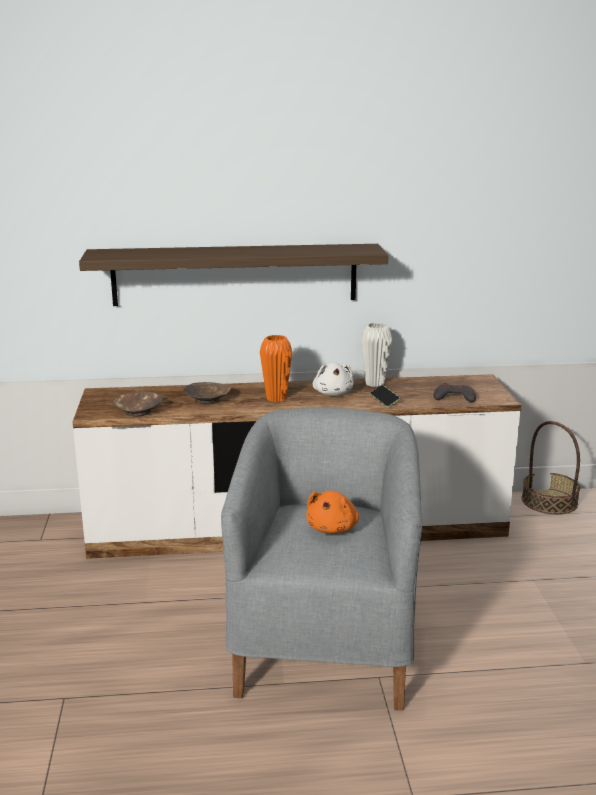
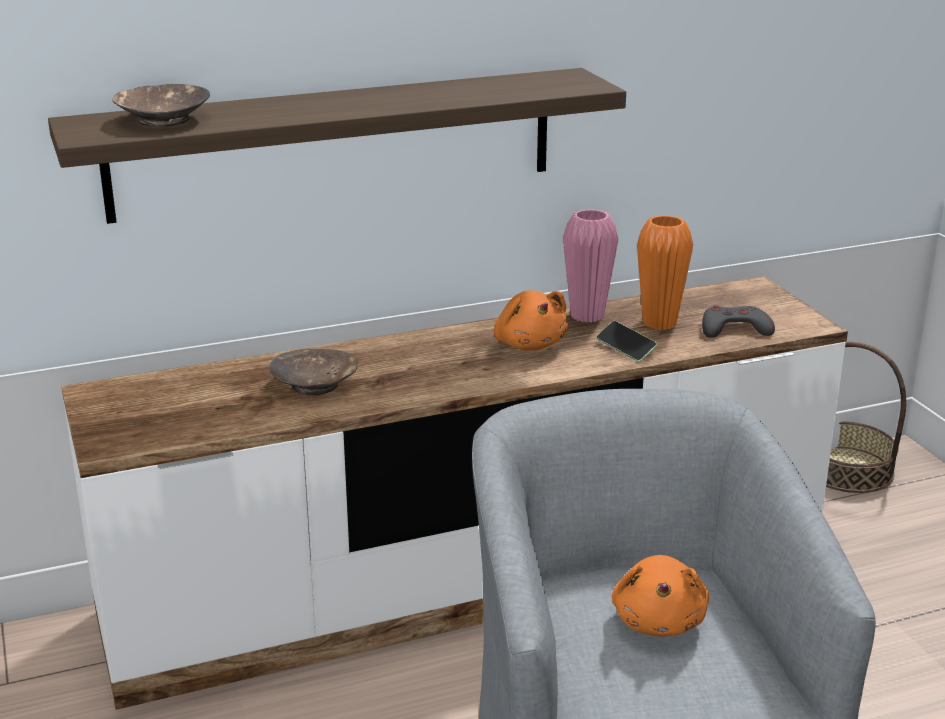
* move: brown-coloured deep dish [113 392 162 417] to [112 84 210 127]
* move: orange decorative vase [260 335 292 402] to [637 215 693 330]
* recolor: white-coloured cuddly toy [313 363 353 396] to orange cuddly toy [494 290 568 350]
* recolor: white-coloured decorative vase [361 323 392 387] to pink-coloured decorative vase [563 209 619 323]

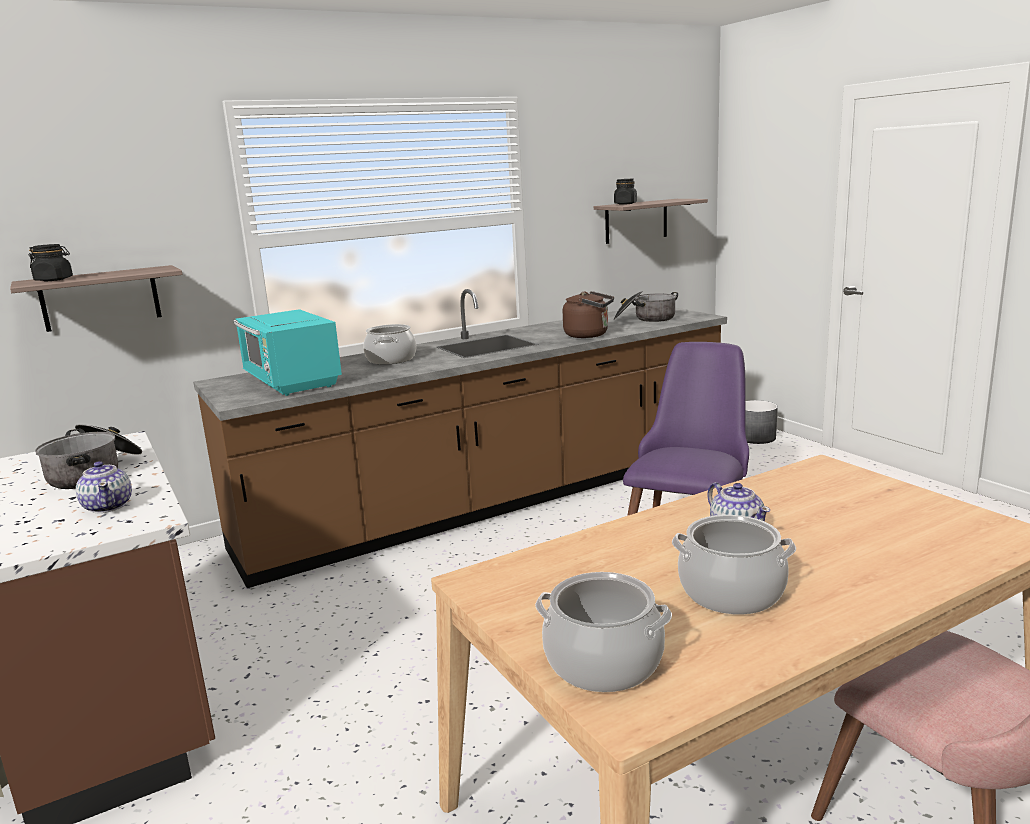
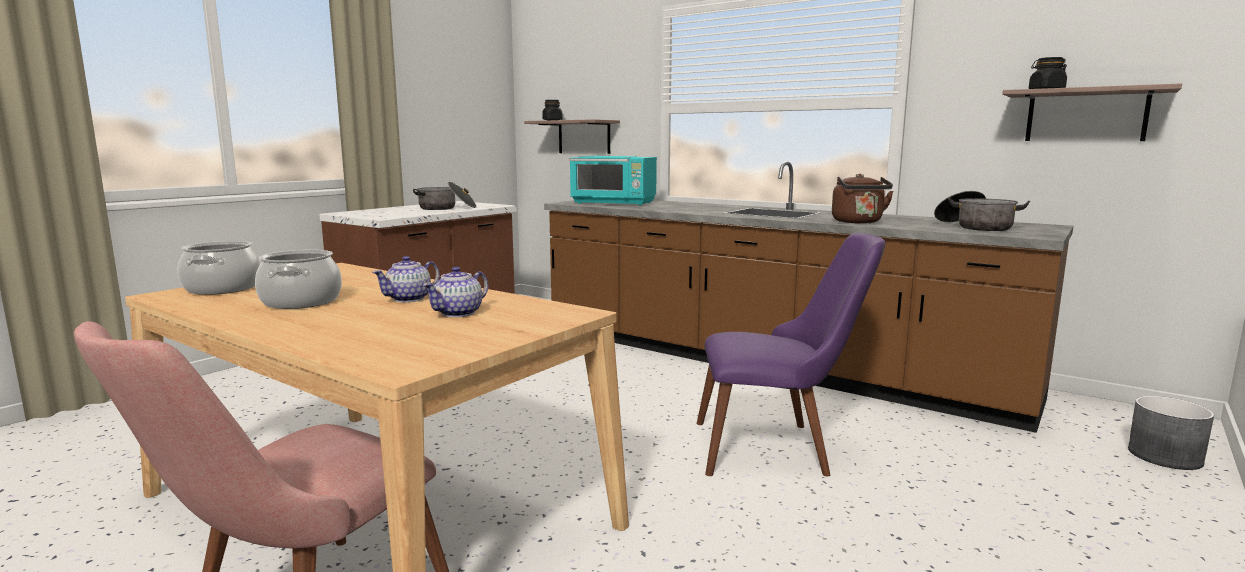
* move: teapot [76 461 132 513] to [423 267 488 317]
* rotate: turquoise kitchen microwave [233 309 342 396] = [569 156 657 206] 105 degrees counterclockwise
* delete: cooking pot [364 324 416 365]

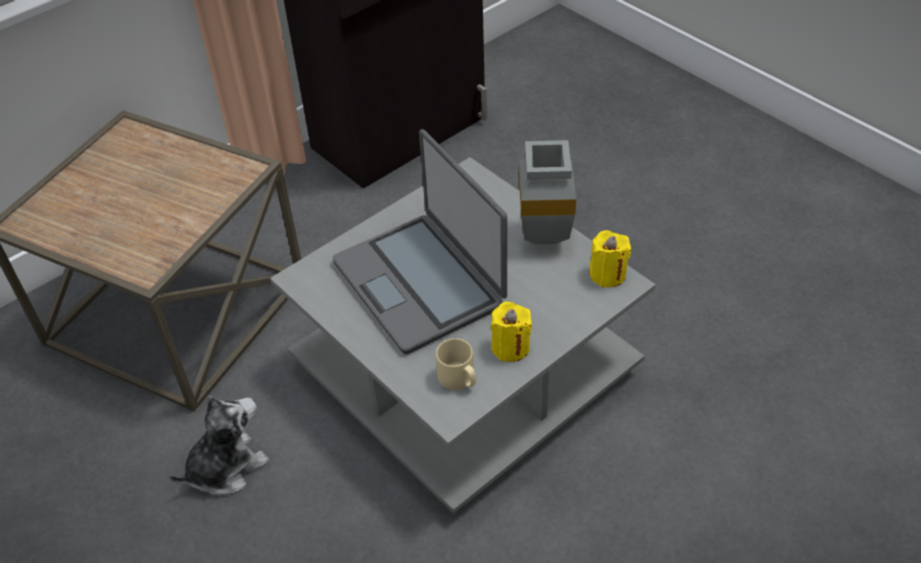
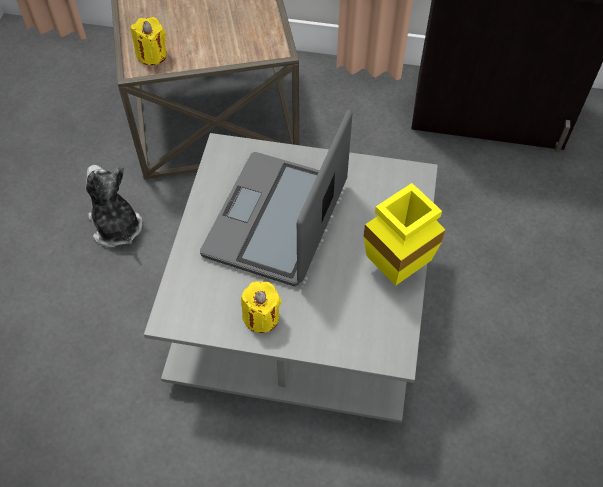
* rotate: cuddly toy [169 395 269 496] = [85 165 143 247] 135 degrees counterclockwise
* delete: beige-coloured coffee mug [436 338 476 390]
* recolor: greyish decorative vase [519 140 576 244] to yellowish decorative vase [364 183 445 286]
* move: yellowish candle [590 230 631 287] to [131 17 167 65]

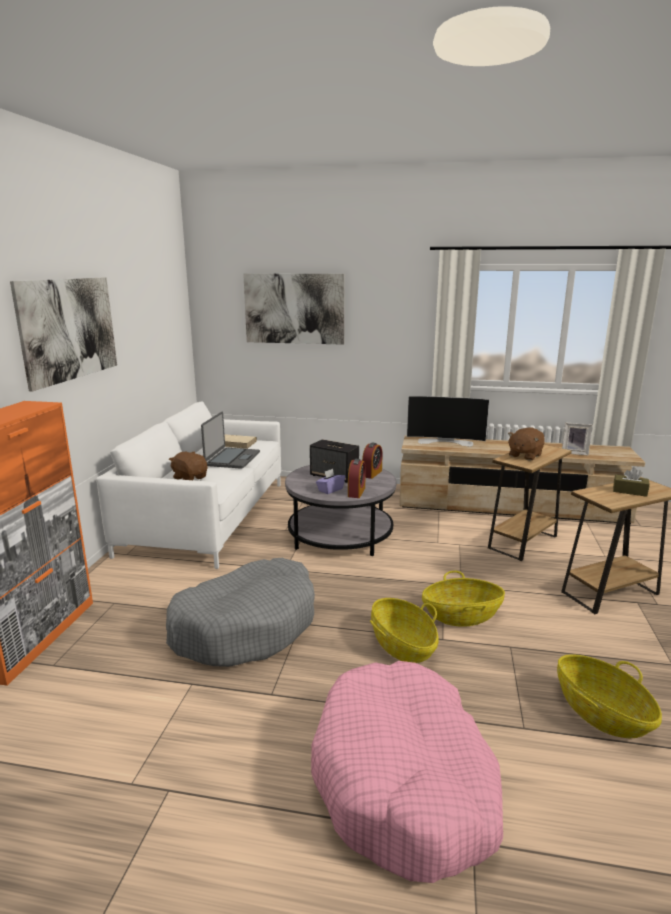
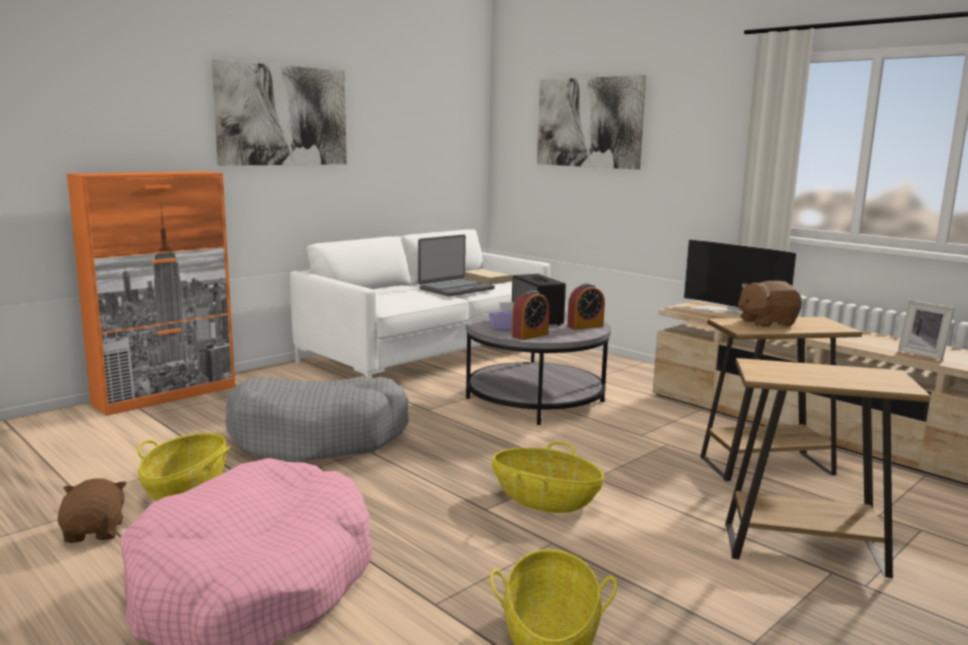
* move: brown-coloured cuddly toy [169 451 207 480] to [57 478 127 543]
* move: household basket [370 598 439 663] to [137 433 230 501]
* delete: brown-coloured tissue holder [613 467 650 497]

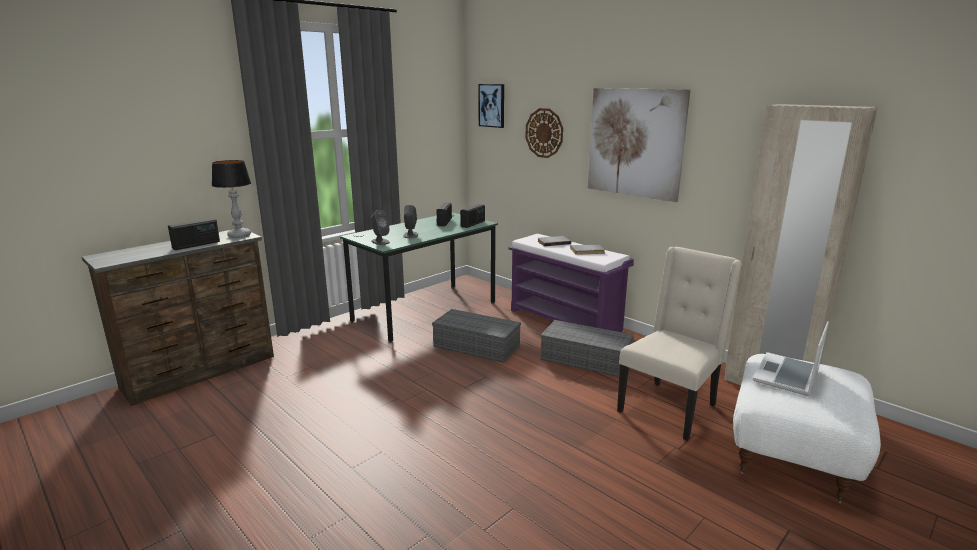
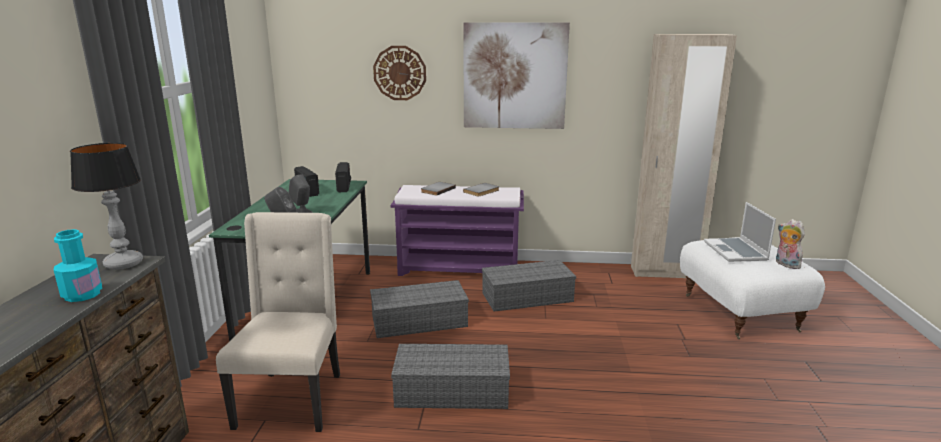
* replace: radio [168 218 220 250] to turquoise bottle [54 229 102 302]
* delete: picture [478 84 504 128]
* move: beige-coloured upright chair [617 247 742 441] to [216 212 340 432]
* insert: greyish storage box [391 344 510 409]
* insert: cuddly toy [776 219 805 269]

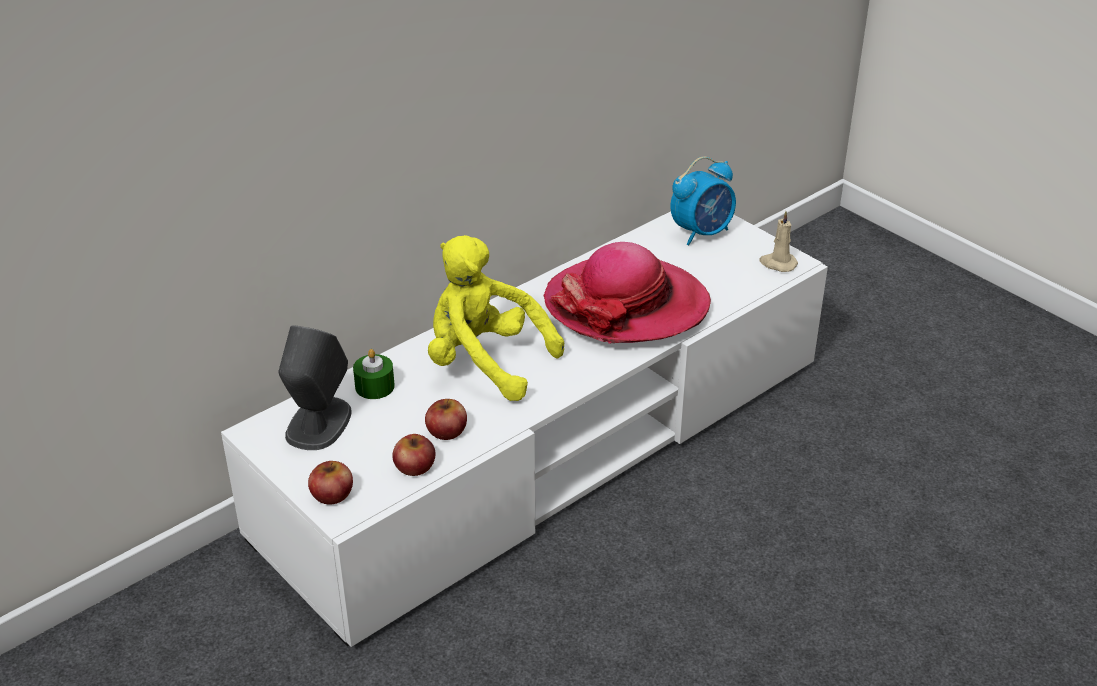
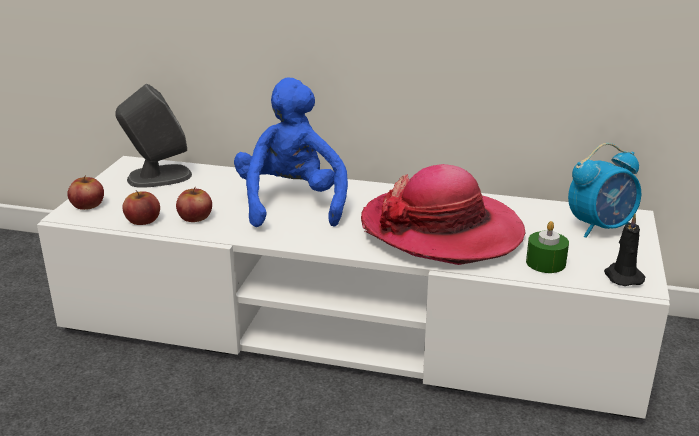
* move: greenish candle [353 349 395 399] to [526 221 569 273]
* recolor: yellowish cuddly toy [428 235 564 401] to bluish cuddly toy [234 78 348 227]
* rotate: alarm clock [671 157 736 246] = [568 143 641 238] 45 degrees counterclockwise
* recolor: beige-coloured candle [760 211 798 272] to black-coloured candle [604 214 646 286]

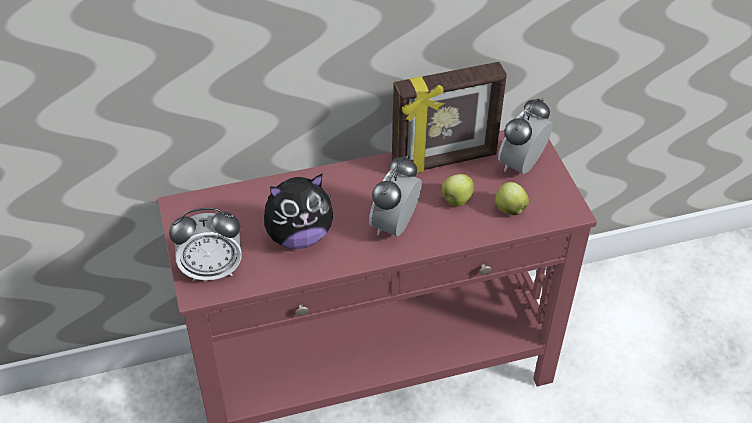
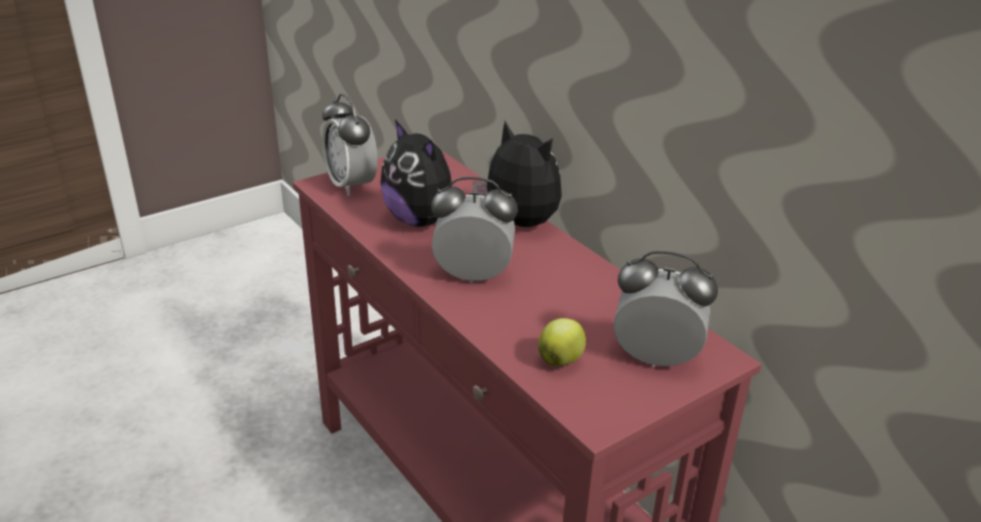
* delete: standing frame [392 62 507 173]
* delete: whole apple [442 174 475 206]
* insert: cuddly toy [473 121 562 227]

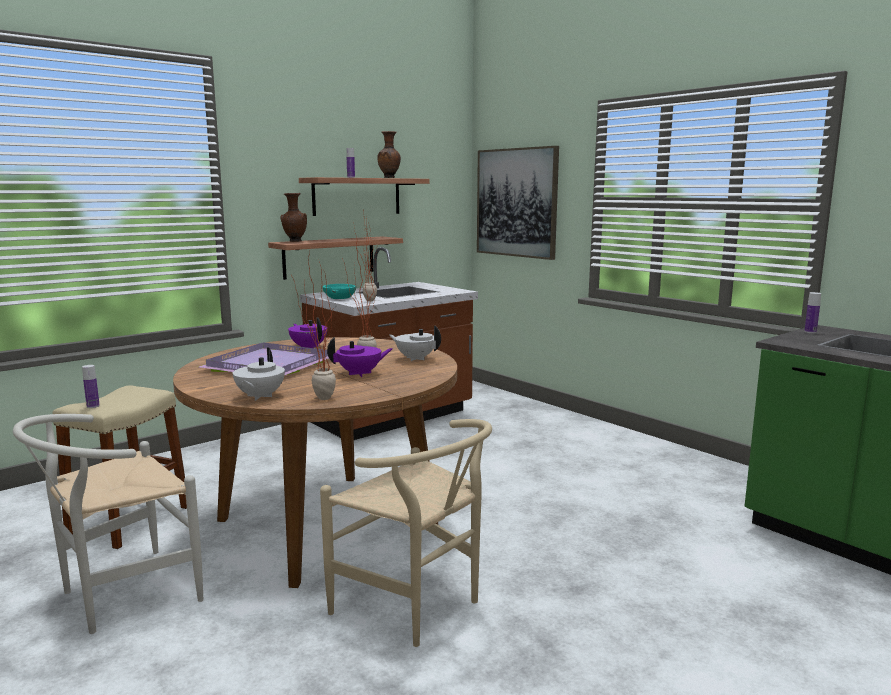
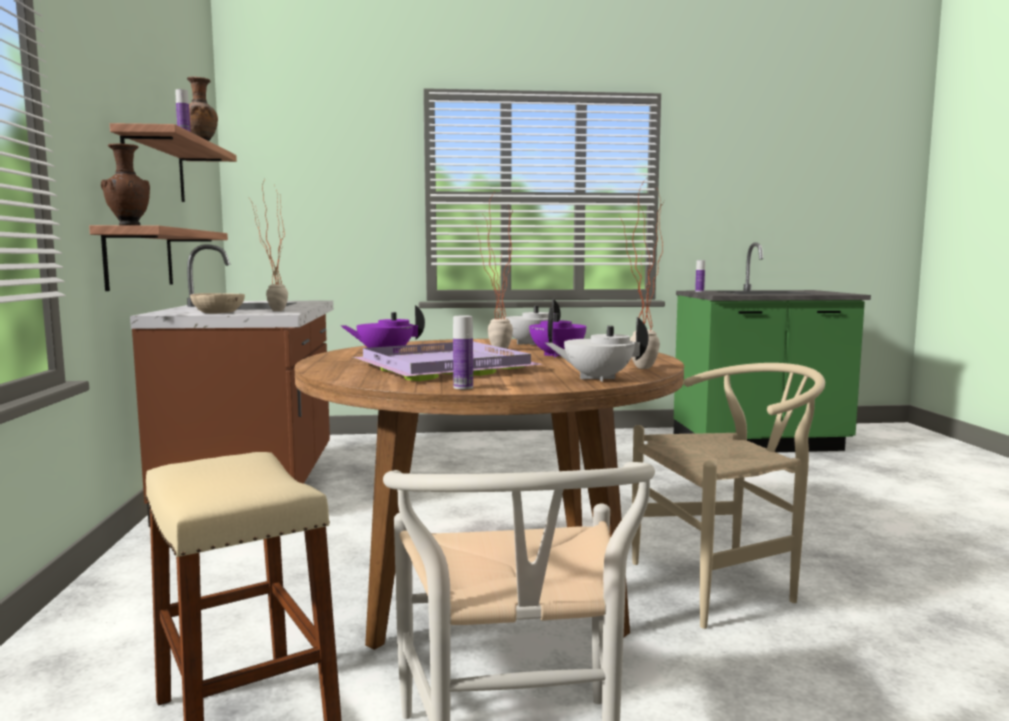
* move: bottle [82 365 100 408] to [453 316 473 389]
* rotate: white-coloured teapot [233 347 285 401] = [545 317 649 382] 135 degrees clockwise
* recolor: turquoise deep dish [323 284 356 299] to beige-coloured deep dish [190 293 245 313]
* delete: picture [477 146 559 260]

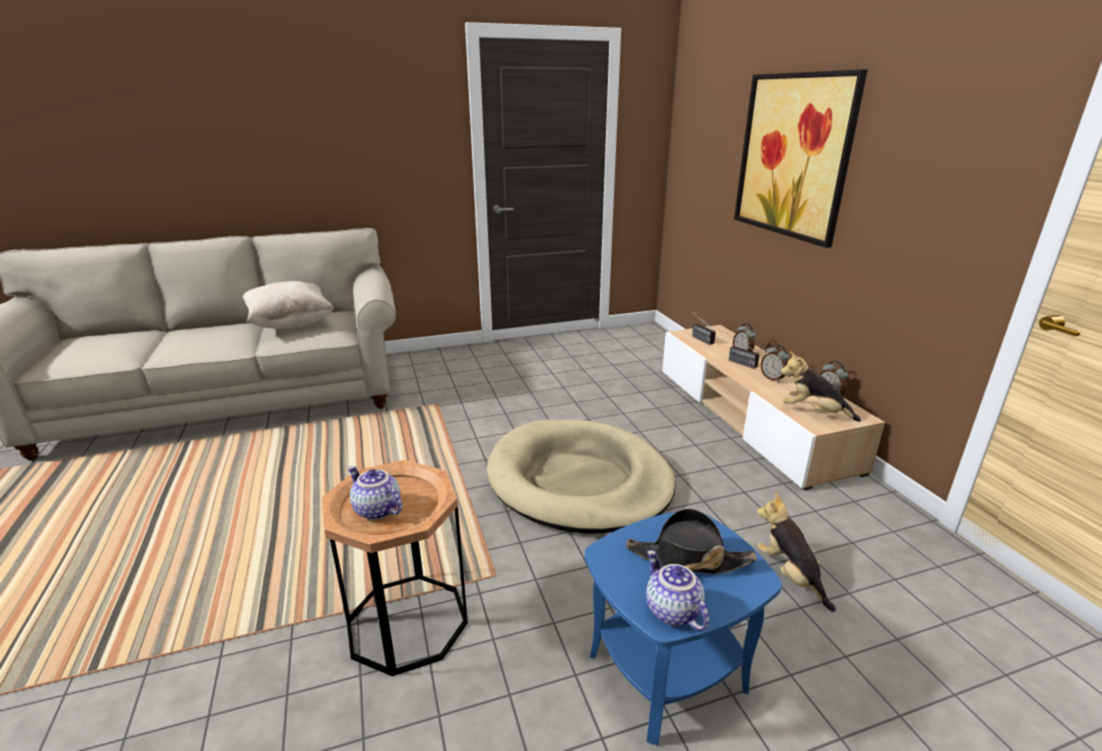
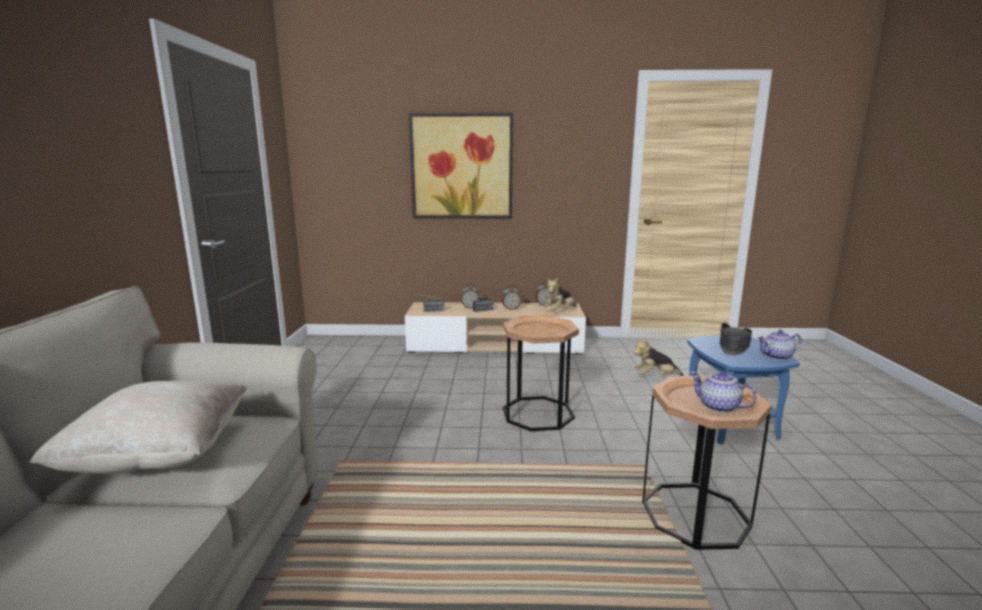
* rotate: teapot [348 466 402 520] = [690 371 756 413] 75 degrees clockwise
* replace: beige-coloured dog cushion [487 419 676 534] to brown-coloured side table [503 315 579 431]

